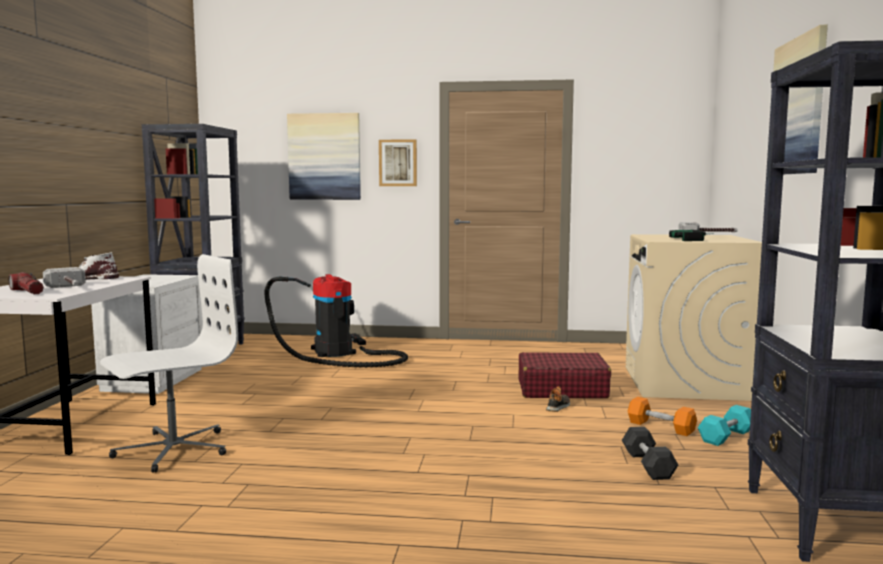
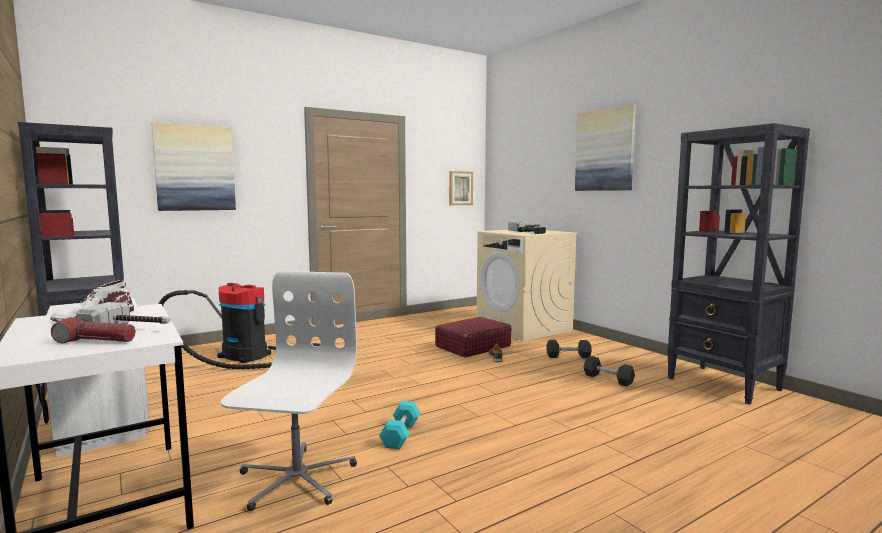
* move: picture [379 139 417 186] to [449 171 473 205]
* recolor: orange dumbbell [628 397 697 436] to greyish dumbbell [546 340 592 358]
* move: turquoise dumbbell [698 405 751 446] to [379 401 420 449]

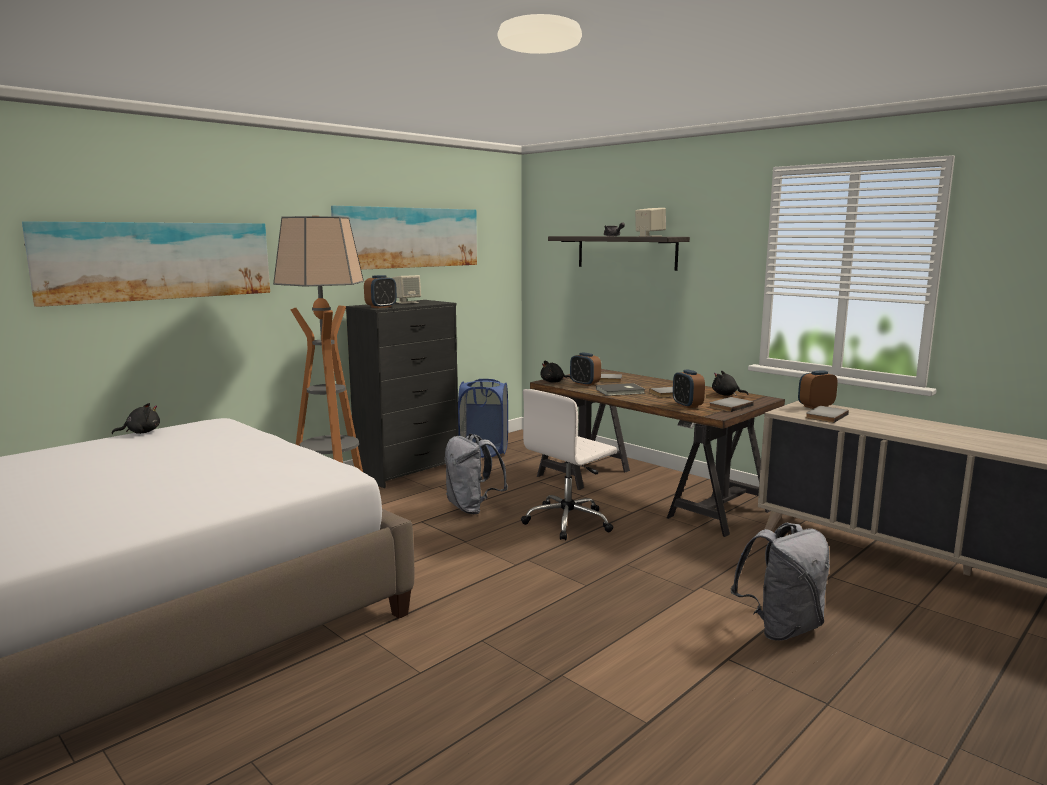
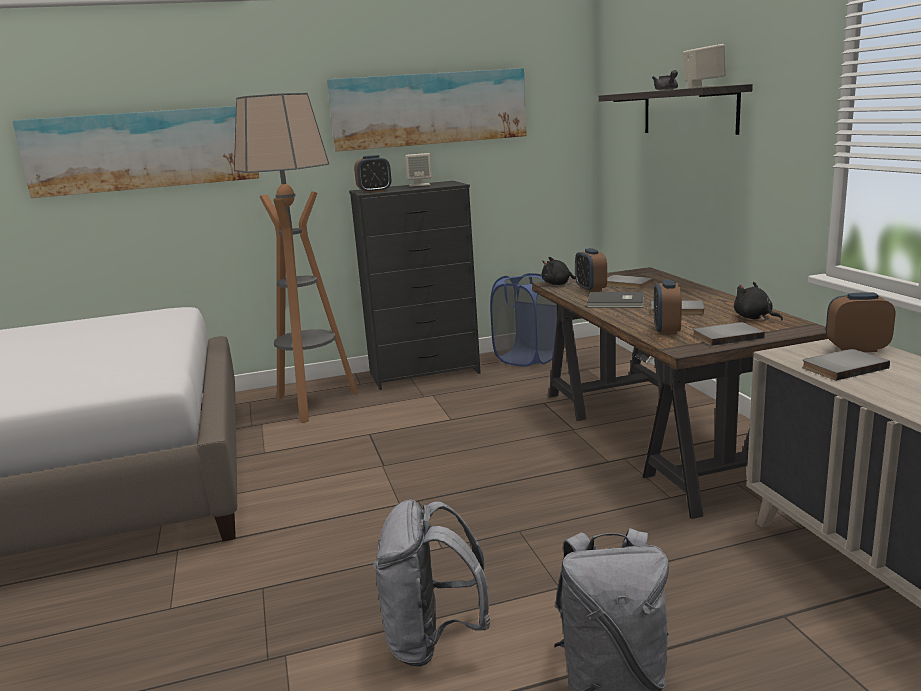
* delete: black-coloured cuddly toy [112 403 160 434]
* move: greyish knapsack [444 434 508 514] to [373 500 491 667]
* delete: white-coloured office chair [521 389 617 540]

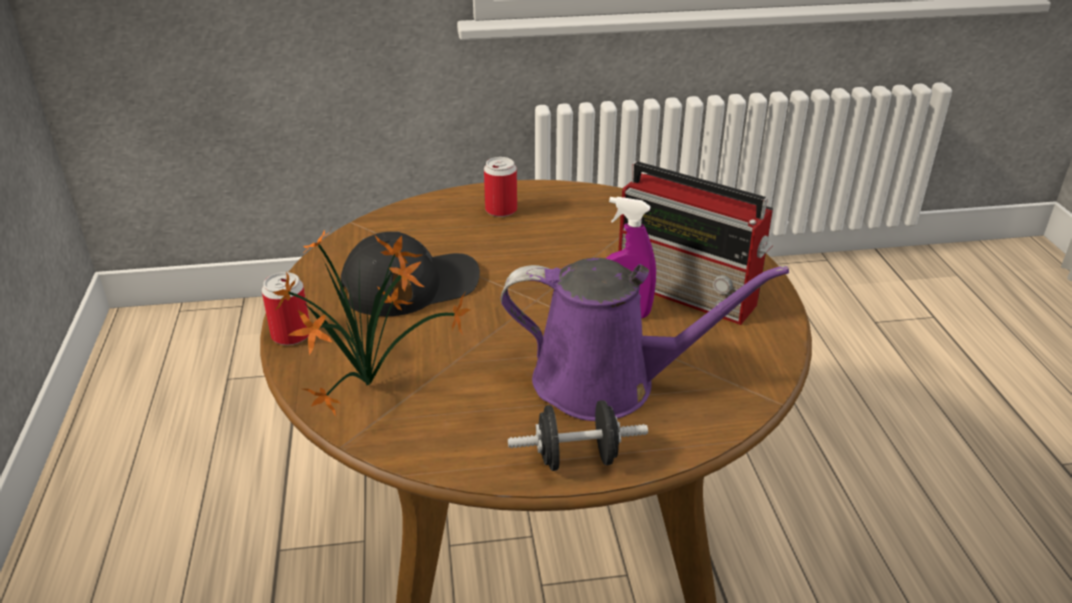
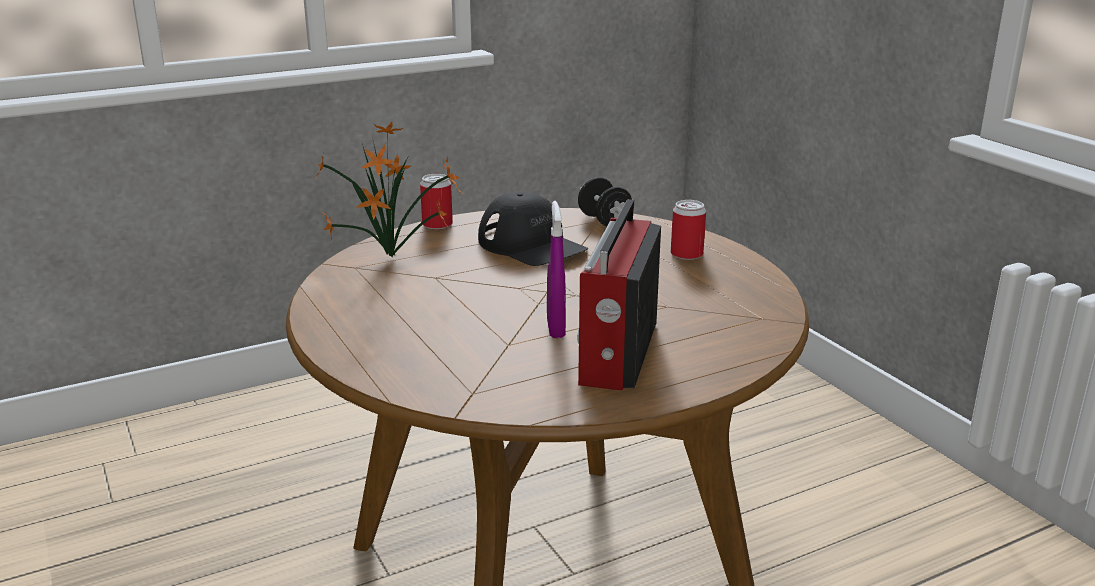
* delete: purple-coloured watering pot [500 258 789 421]
* move: black-coloured dumbbell [508 400 648 471] to [578 177 632 227]

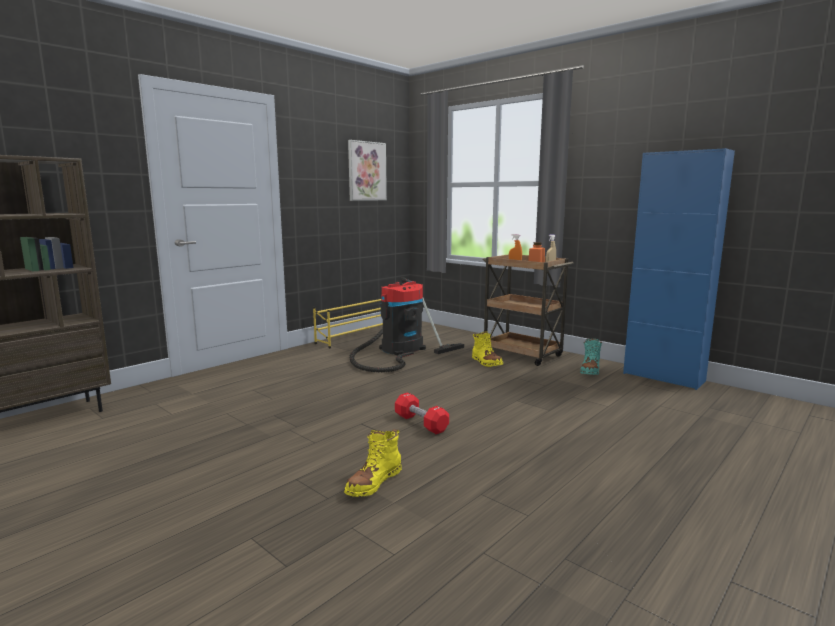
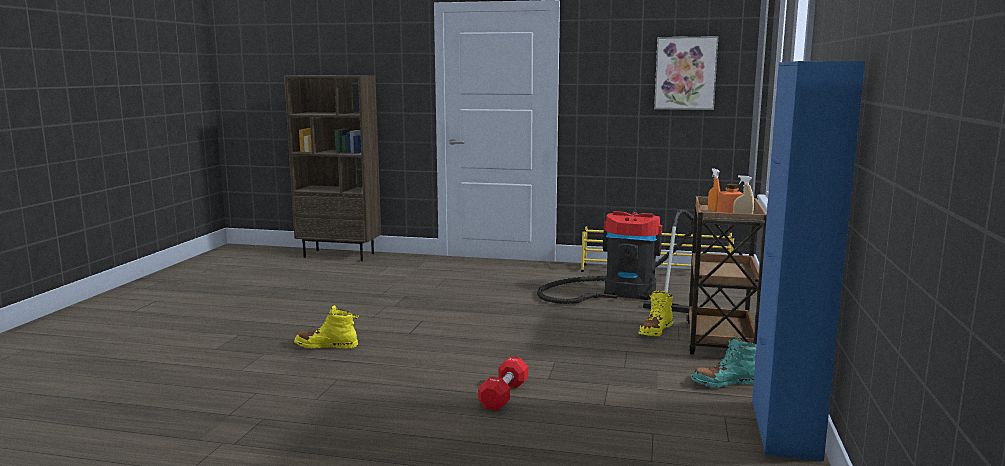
* move: red dumbbell [395 393 449 434] to [478 357 528 411]

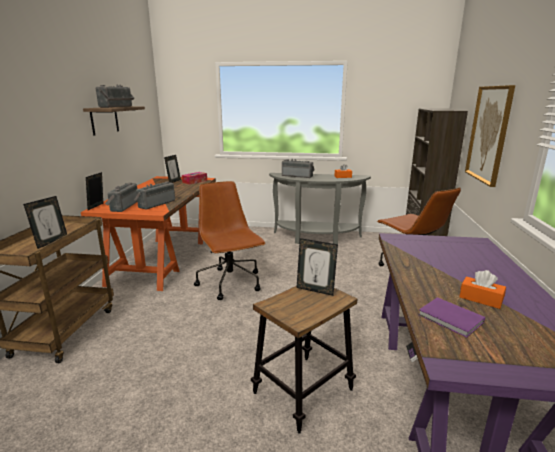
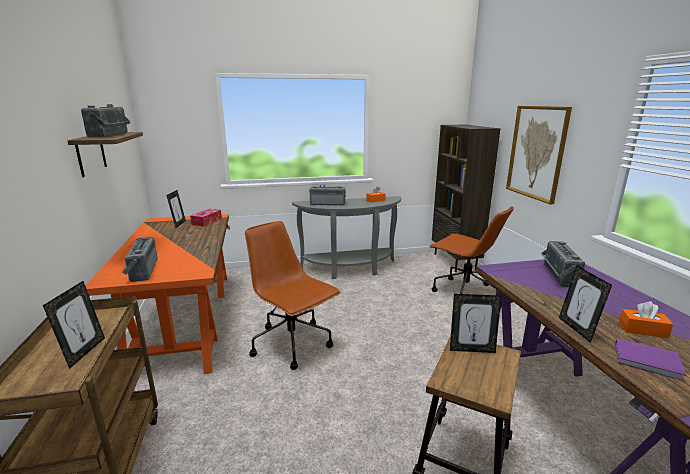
* move: standing frame [86 172 103 210] to [559 265 612 343]
* move: radio [134 182 175 210] to [541 241 585 287]

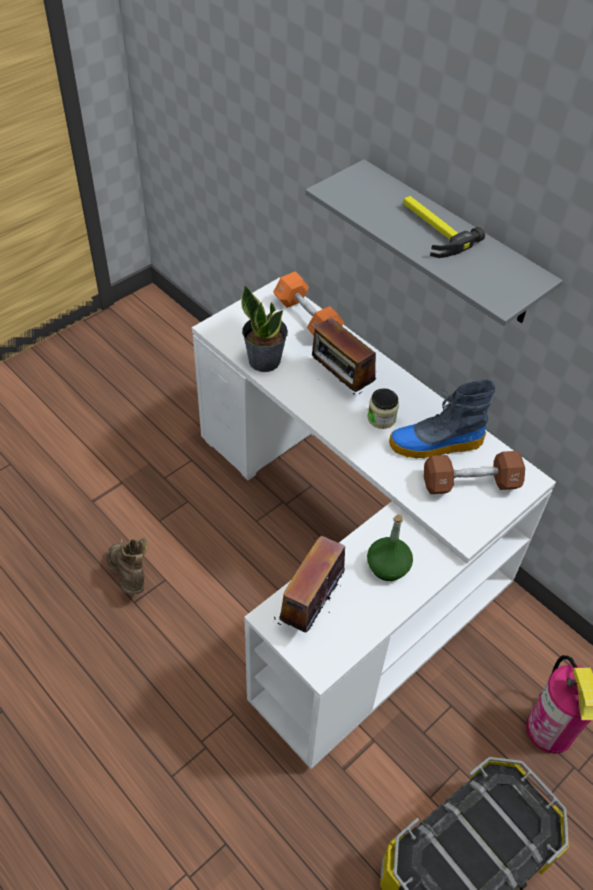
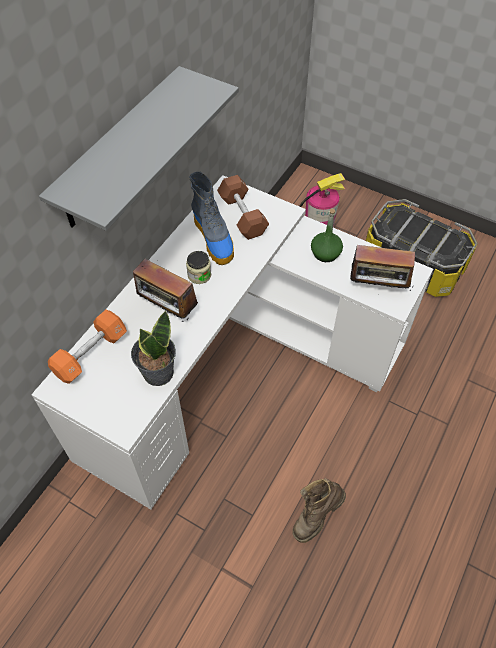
* rotate: radio [312 318 376 394] = [133 259 198 322] 90 degrees clockwise
* delete: tool hammer [403 196 485 258]

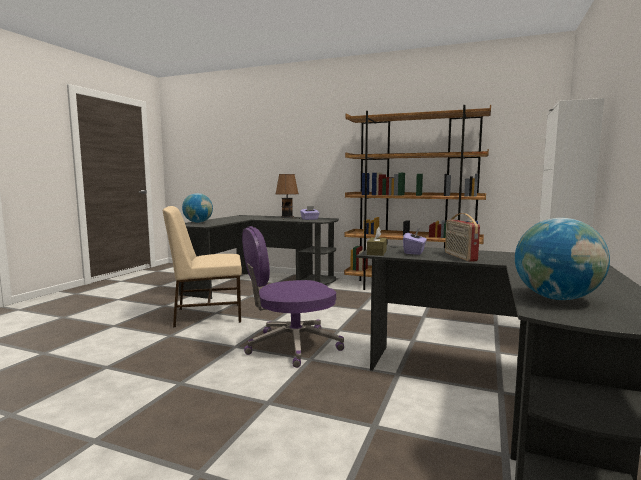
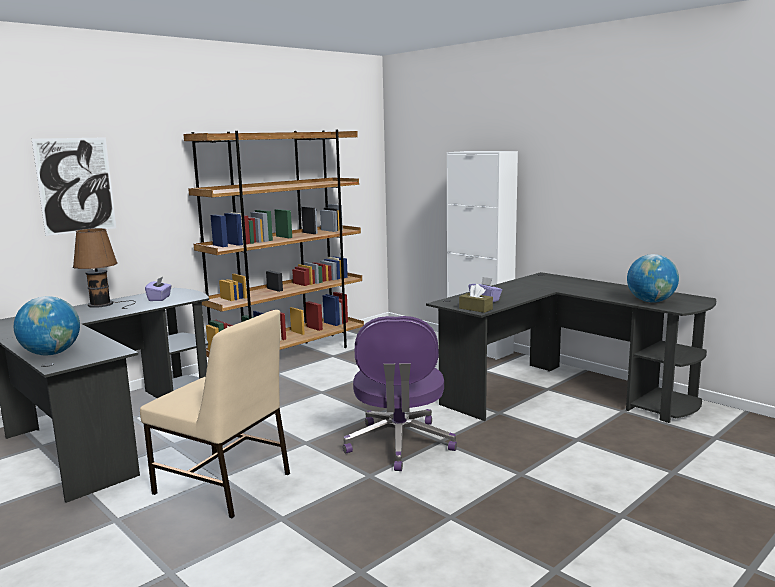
* rotate: beige-coloured upright chair [163 206 242 327] = [140 310 290 518] 75 degrees counterclockwise
* delete: radio [445 213 480 262]
* insert: picture [32 137 116 236]

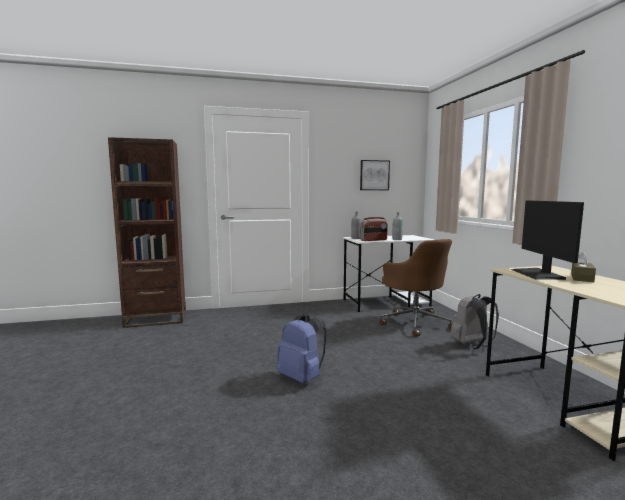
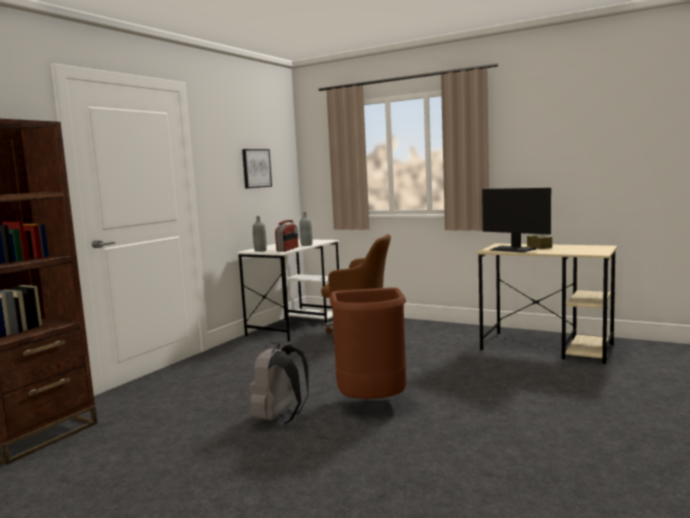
* replace: bluish knapsack [277 313 327 384] to brown-coloured rubbish bin [329 287 406 399]
* move: greyish knapsack [450 294 499 350] to [249 344 309 424]

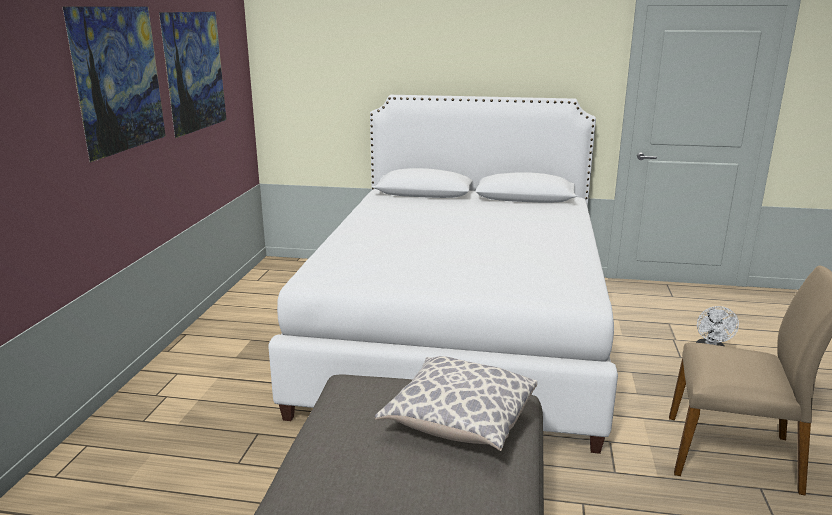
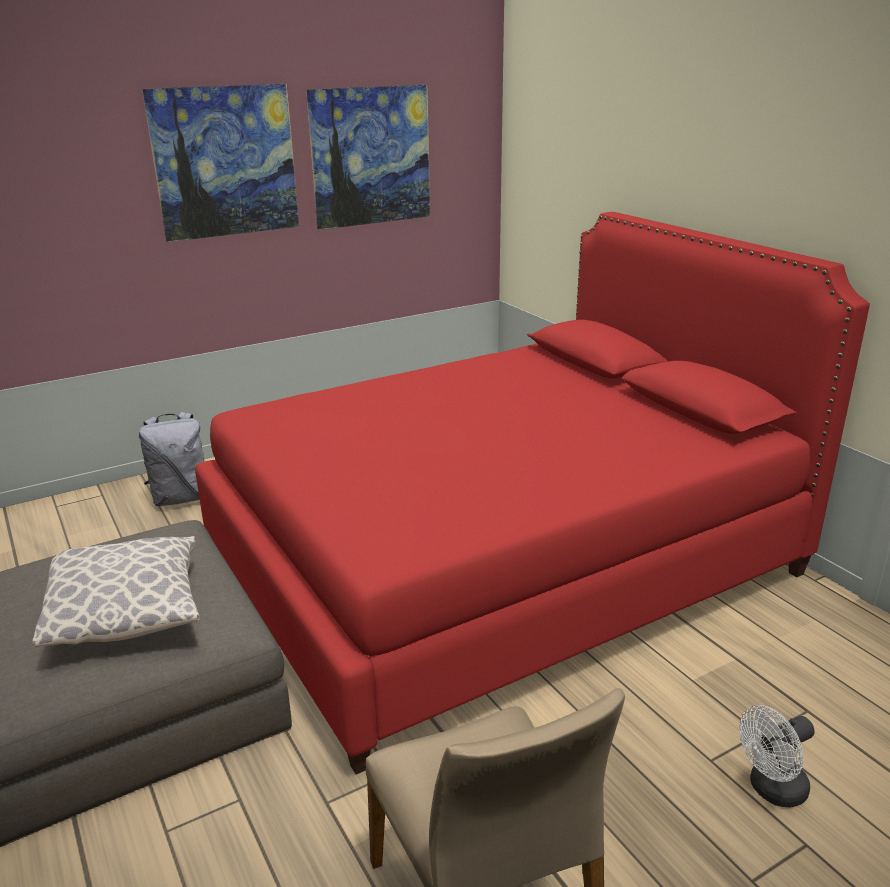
* recolor: white-coloured sleeping bed [268 95 618 454] to red sleeping bed [195 212 870 775]
* insert: greyish knapsack [139 412 204 506]

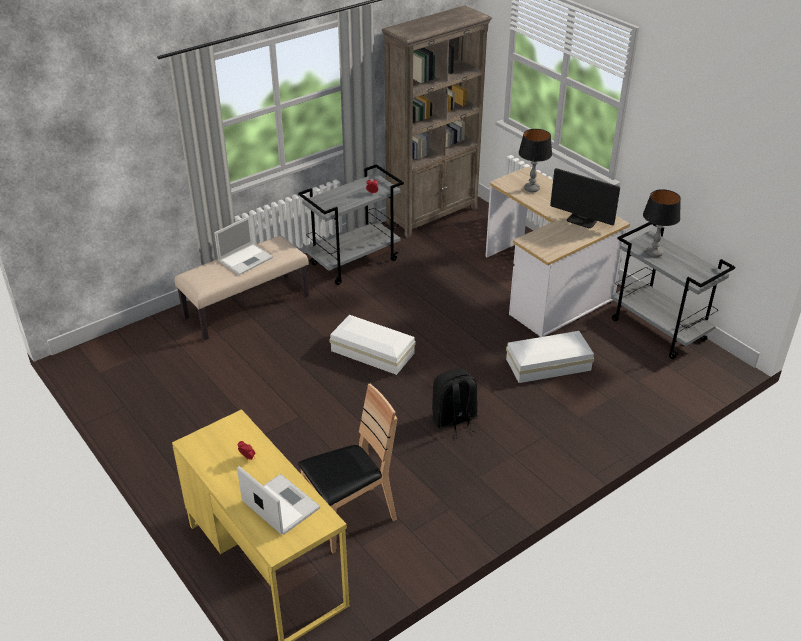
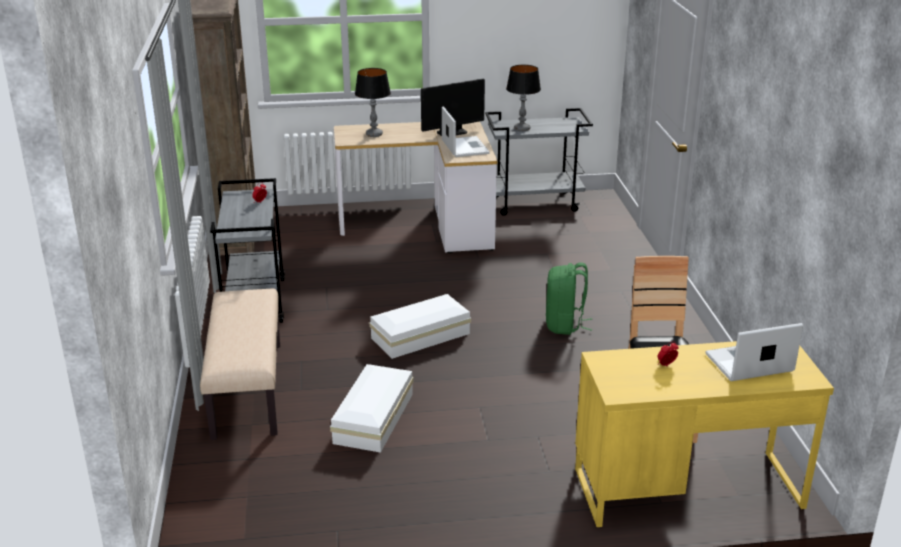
* move: portable computer [214 216 273 275] to [442 106 490 157]
* recolor: black-coloured knapsack [432 368 478 439] to greenish knapsack [546 262 593 335]
* move: white-coloured storage box [506 331 594 383] to [330 364 414 453]

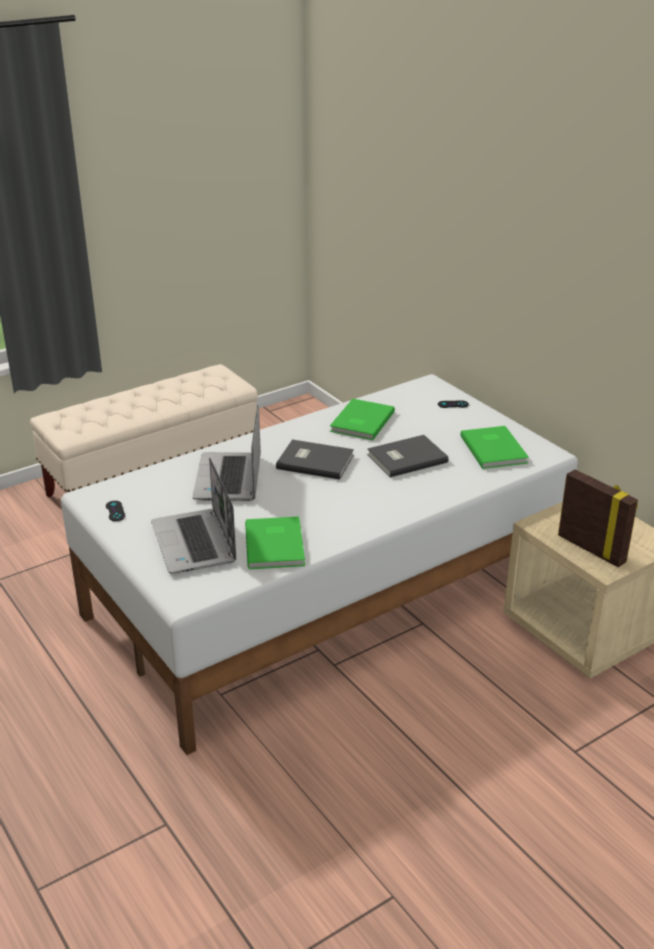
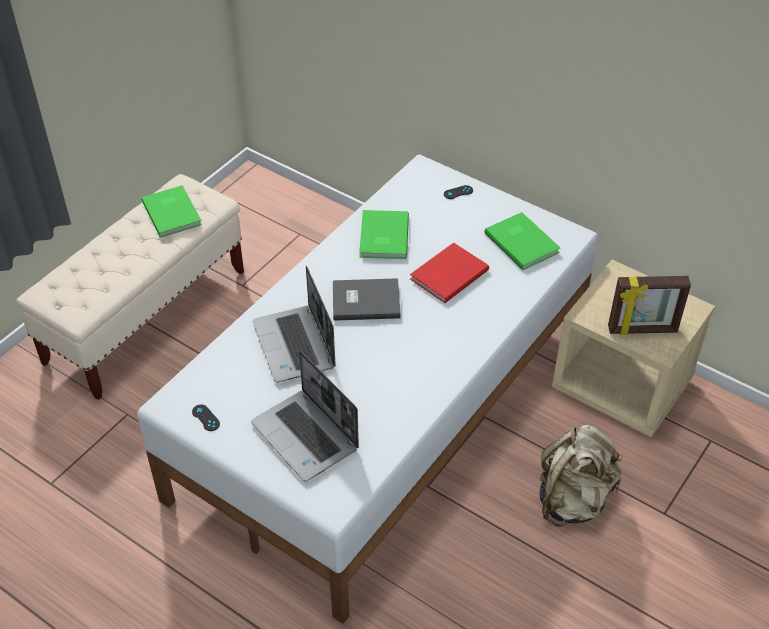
* move: greenish book [245 516 305 569] to [141 185 202 238]
* recolor: greyish book [367 435 449 477] to red book [410 243 489 303]
* rotate: standing frame [558 469 638 568] = [608 276 691 335] 150 degrees clockwise
* insert: beige-coloured knapsack [539 425 623 527]

